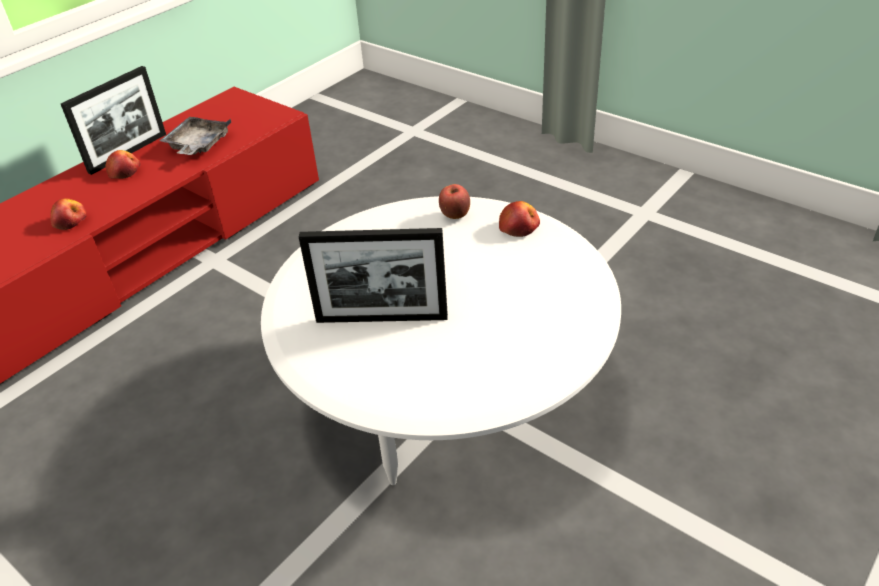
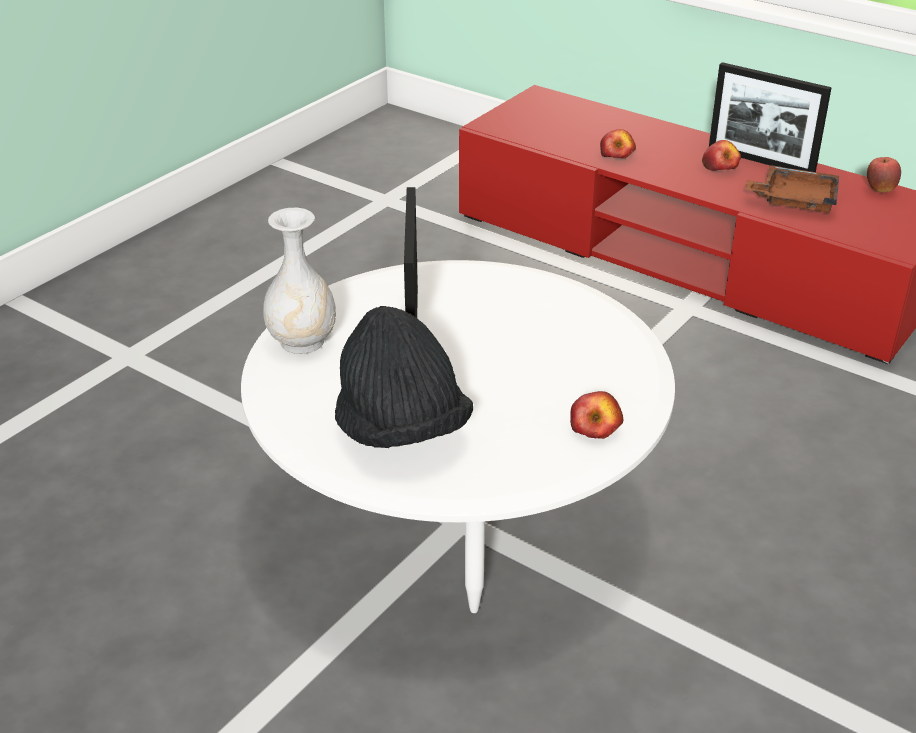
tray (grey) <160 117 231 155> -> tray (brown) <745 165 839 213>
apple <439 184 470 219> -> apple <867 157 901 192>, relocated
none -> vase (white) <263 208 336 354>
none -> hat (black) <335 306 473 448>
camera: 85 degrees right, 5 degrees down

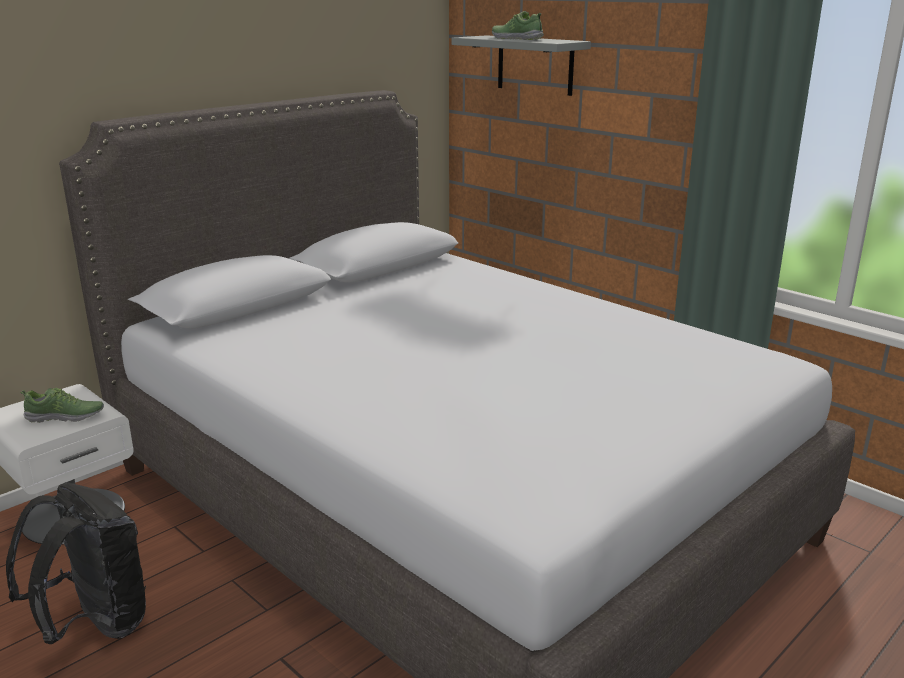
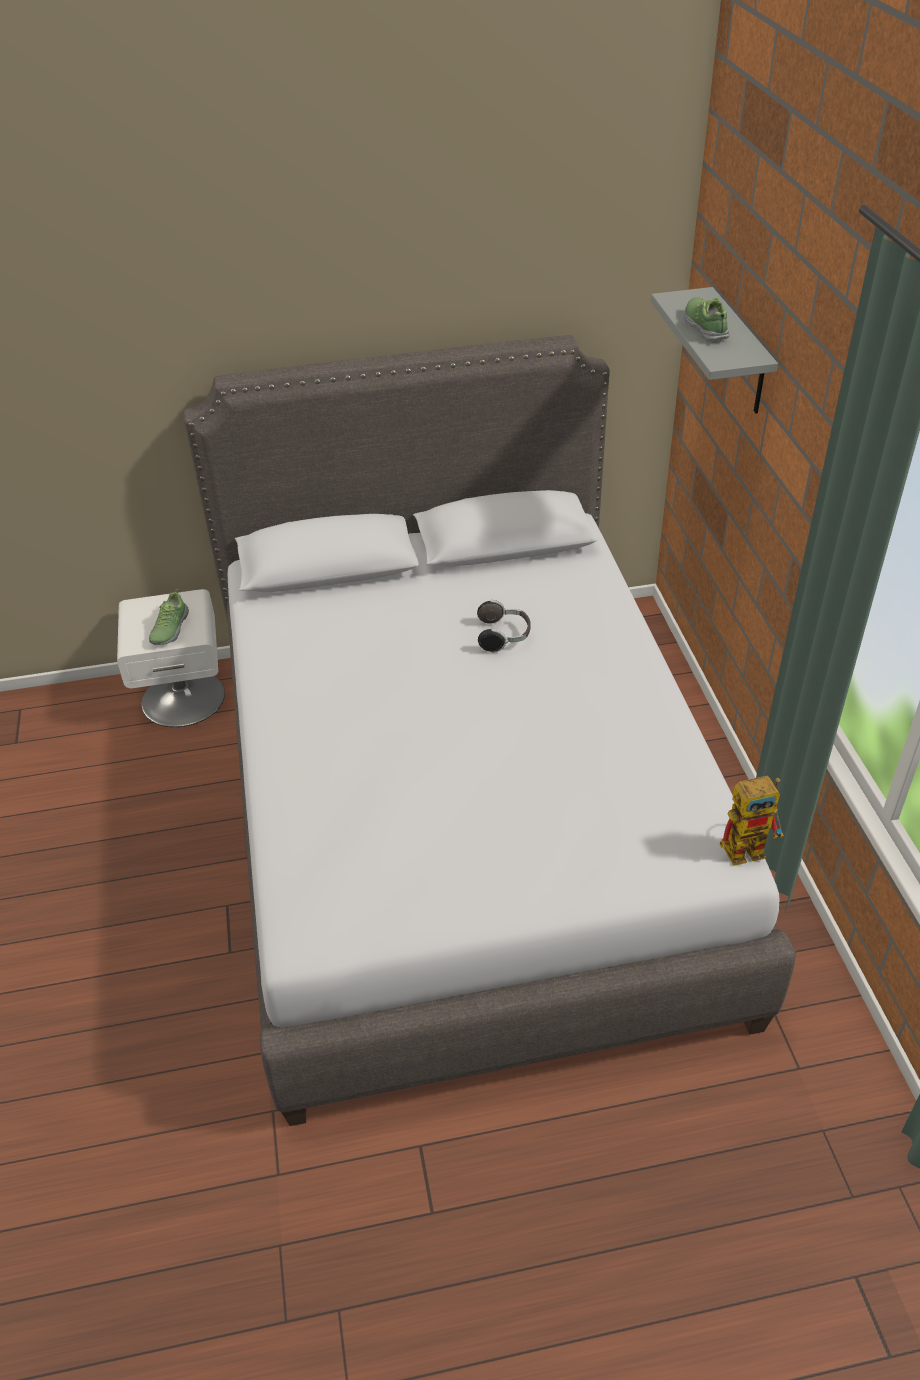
shoe <20 388 104 423> -> shoe <149 589 189 645>, 75 degrees clockwise
backpack (black) <6 483 146 644> -> none
none -> headphones <477 600 530 653>
none -> toy robot <720 776 784 866>
camera: 35 degrees right, 20 degrees up

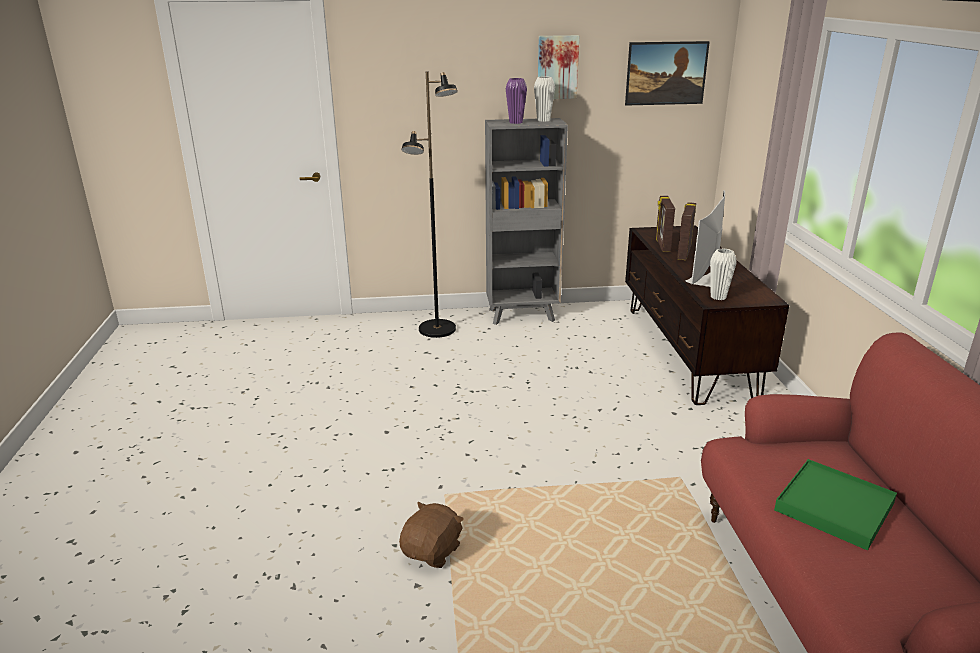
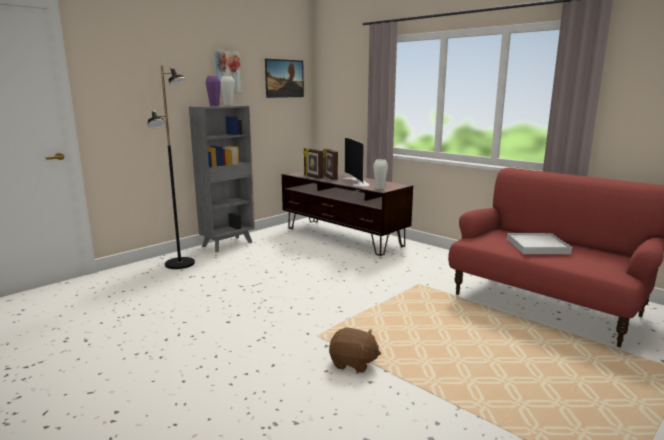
tray (green) <774 459 897 550> -> tray (white) <507 233 572 254>
plush toy (brown) <399 502 464 568> -> plush toy (brown) <329 327 381 373>, 120 degrees clockwise
camera: 40 degrees left, 10 degrees down

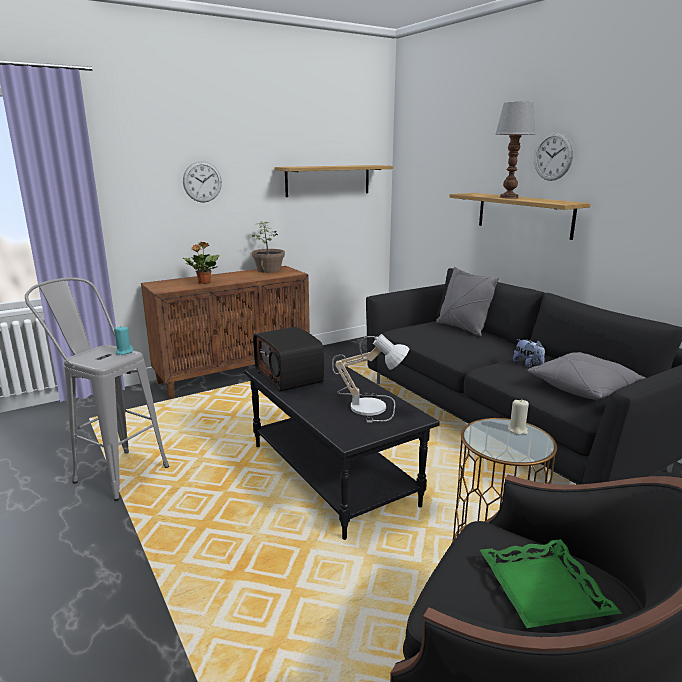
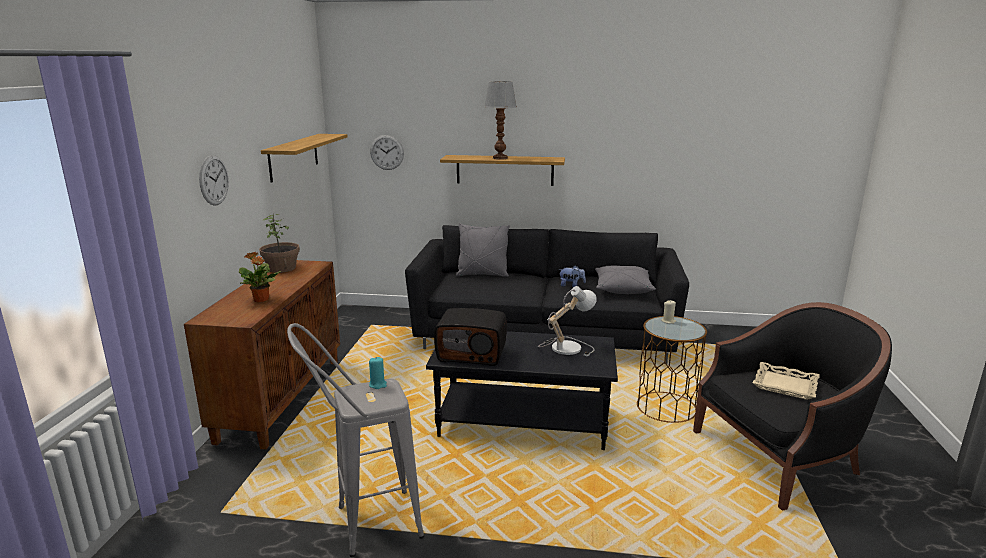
wall clock <534 132 573 181> -> wall clock <370 135 404 170>, relocated
tray (green) <480 539 621 628> -> tray (beige) <753 362 820 400>
camera: 50 degrees left, 0 degrees up

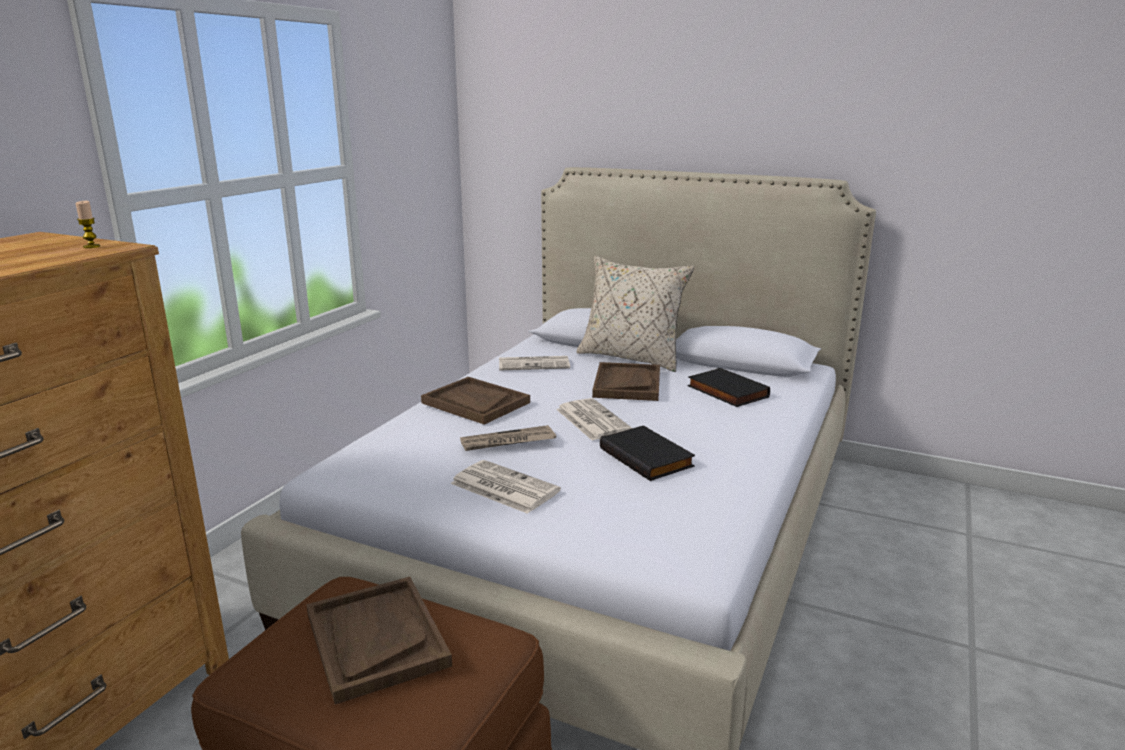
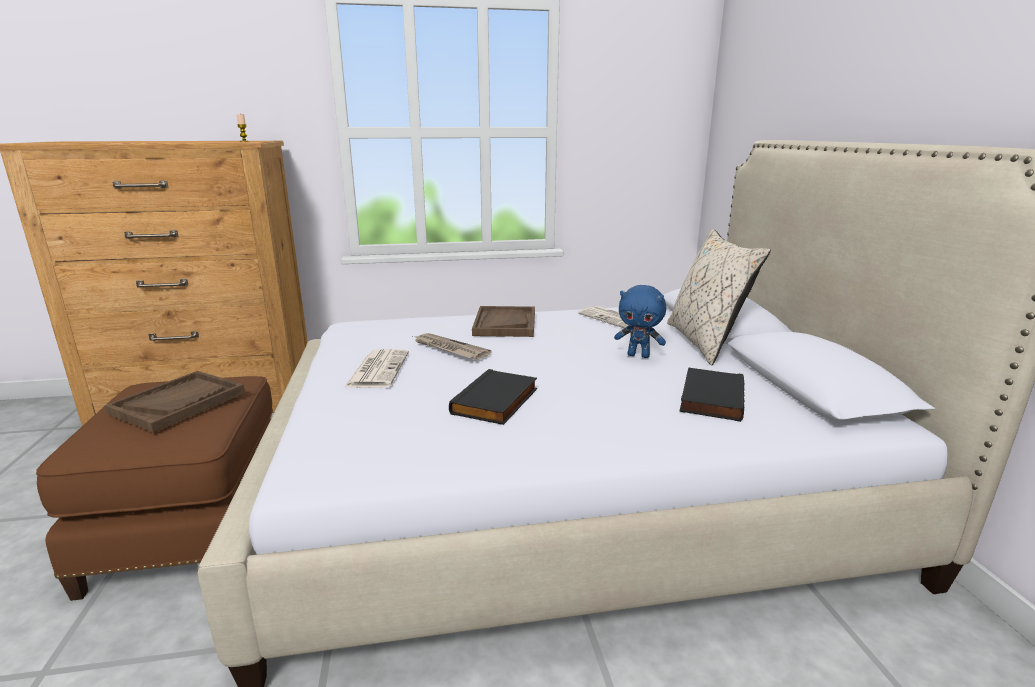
tray (brown) <592 362 660 401> -> plush toy (blue) <614 285 666 358>
newspaper <556 398 632 441> -> none
camera: 55 degrees right, 0 degrees up

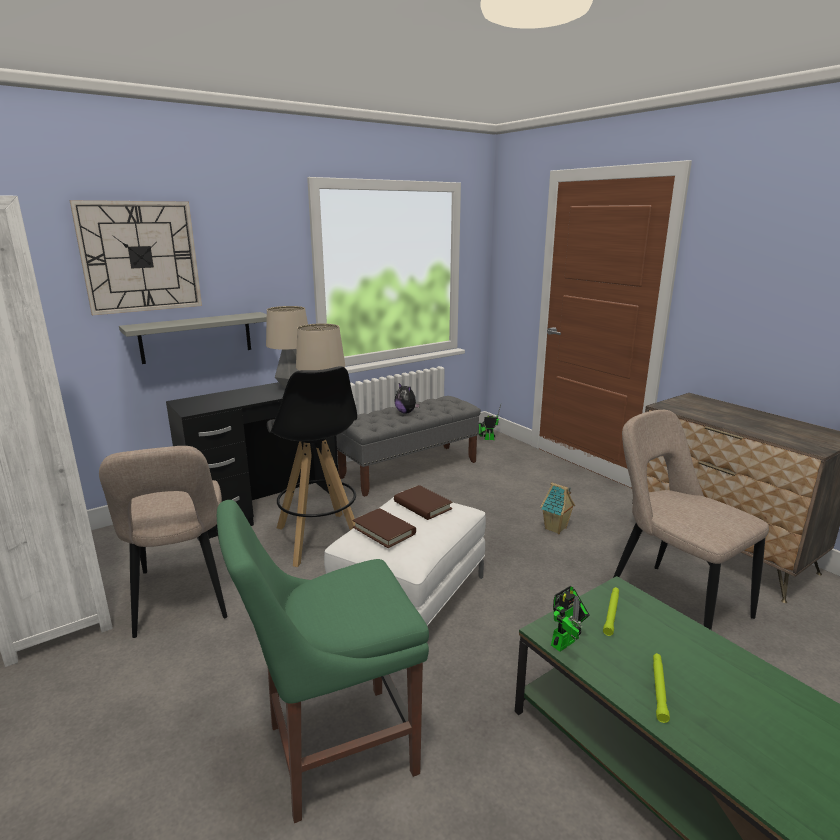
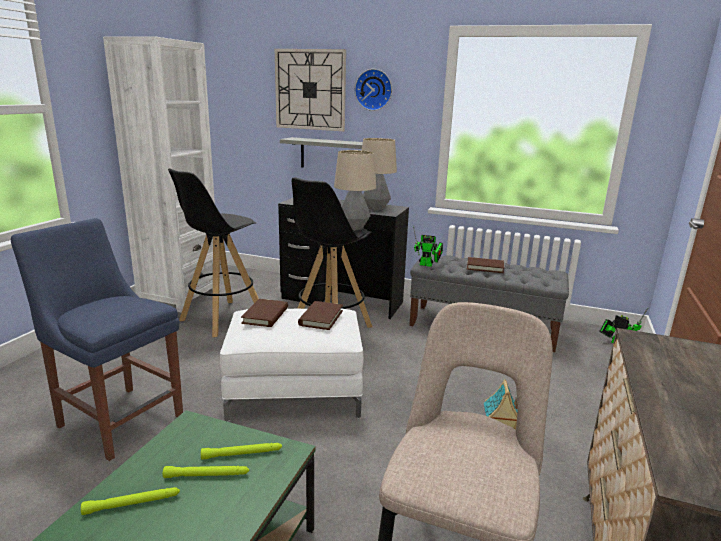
plush toy <394 383 420 414> -> book (brown) <467 257 504 273>
chair (beige) <99 446 228 638> -> stool (black) <168 168 259 337>
chair (green) <217 500 429 823> -> chair (blue) <11 218 183 461>
toy robot <551 586 590 652> -> toy robot <413 226 443 267>, relocated
none -> wall clock <355 69 392 111>
none -> flashlight (green) <163 466 249 478>
camera: 55 degrees right, 0 degrees up

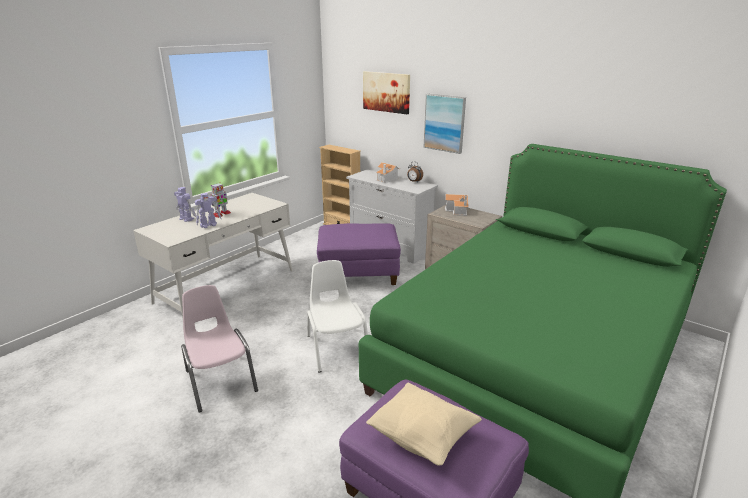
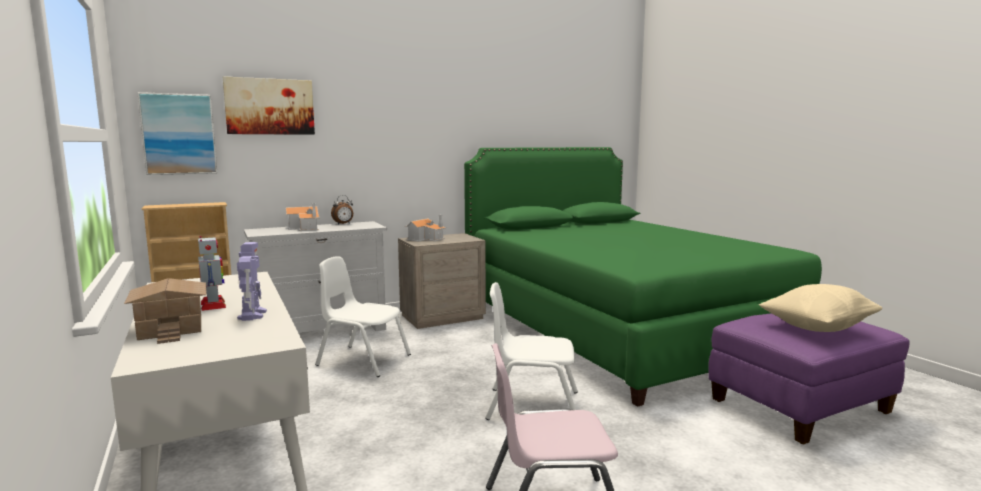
picture <423 94 466 154> -> picture <137 92 217 175>, relocated
toy robot <174 187 196 222> -> toy house <124 278 207 344>
ottoman (purple) <317 223 401 285> -> chair (white) <315 256 411 377>
camera: 65 degrees left, 15 degrees down

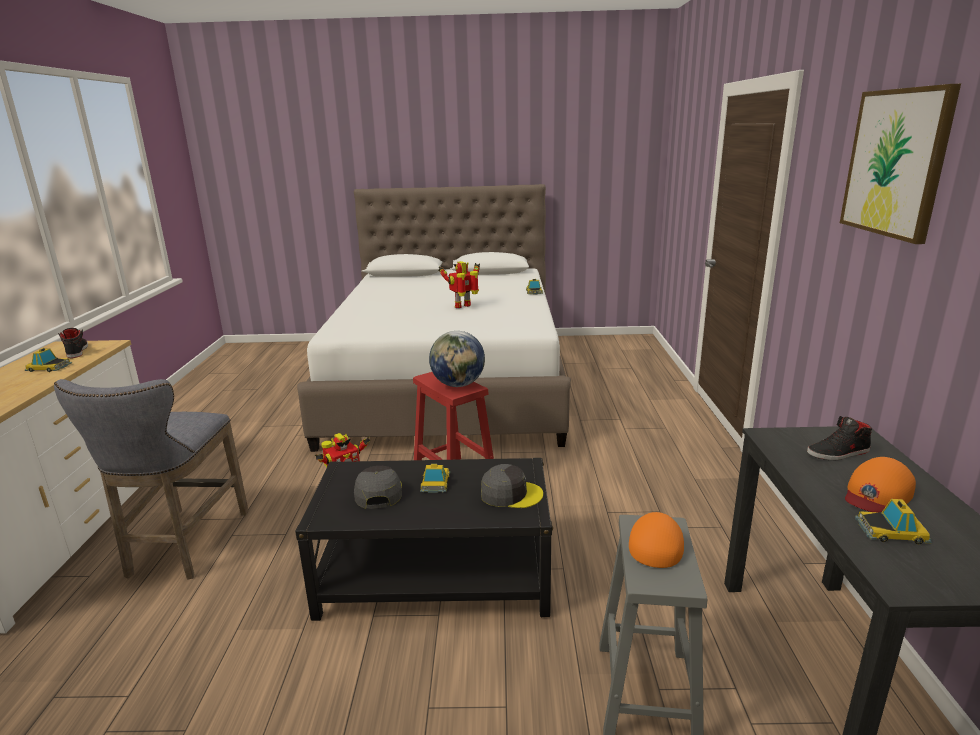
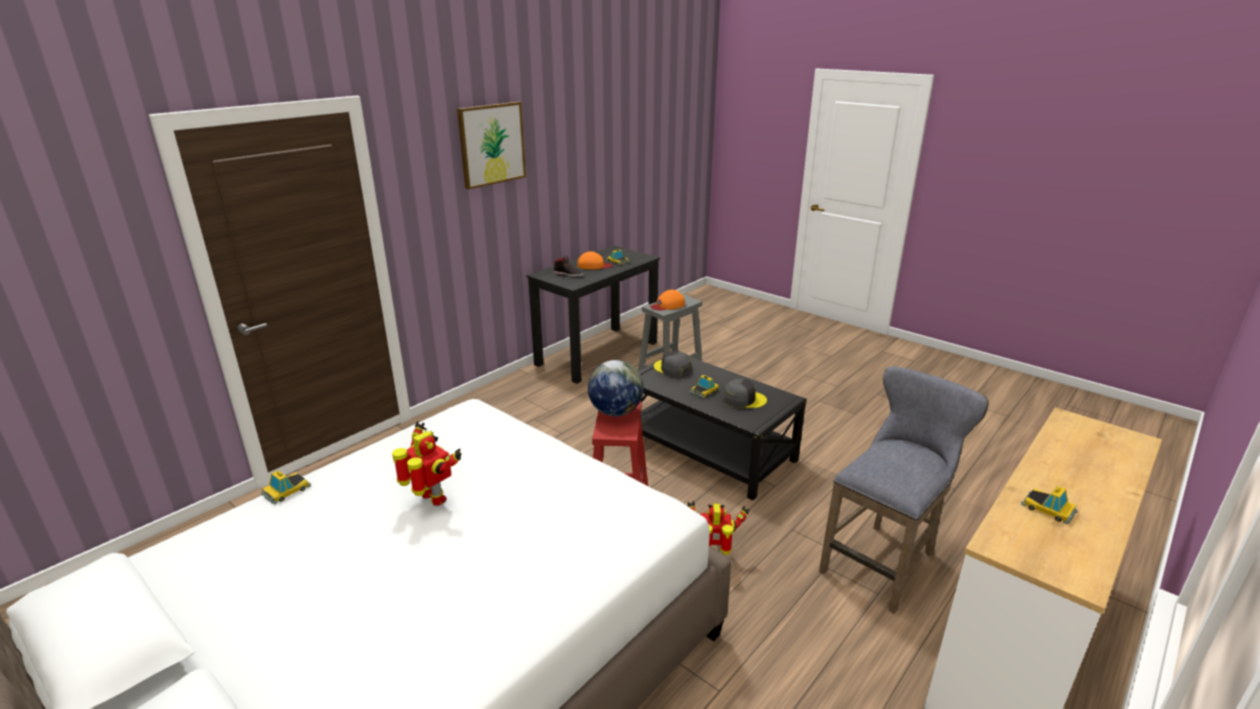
toy robot <438 261 480 308> -> toy robot <392 421 461 506>, 150 degrees counterclockwise
shoe (black) <58 328 88 358> -> none
cap (grey) <354 466 402 509> -> cap (grey) <723 379 767 408>, 120 degrees counterclockwise
camera: 140 degrees left, 5 degrees up

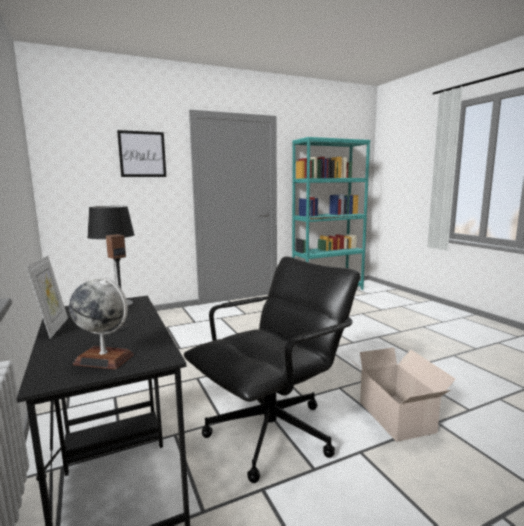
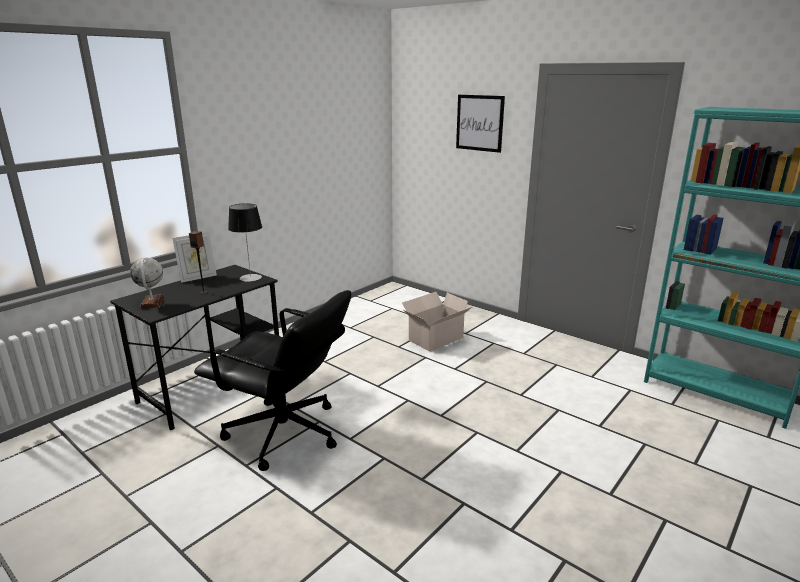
cardboard box <349 348 456 442> -> cardboard box <402 292 472 352>, relocated
camera: 65 degrees right, 10 degrees up

